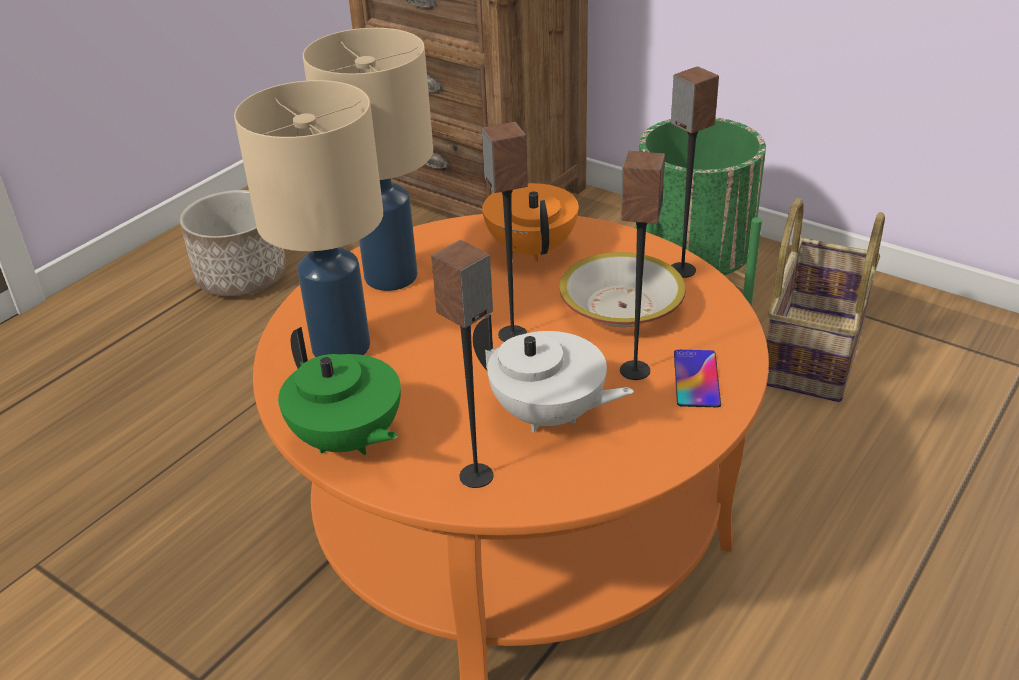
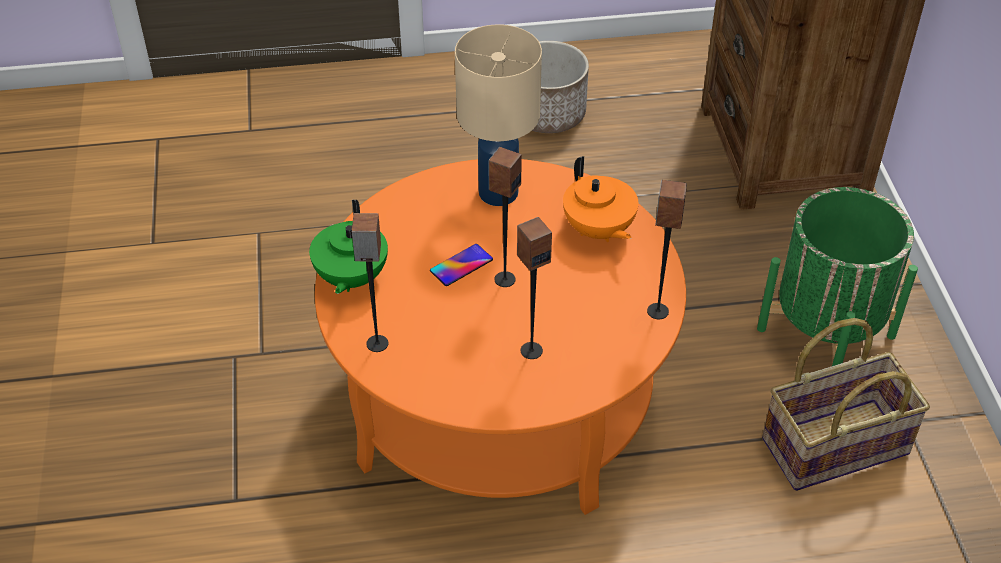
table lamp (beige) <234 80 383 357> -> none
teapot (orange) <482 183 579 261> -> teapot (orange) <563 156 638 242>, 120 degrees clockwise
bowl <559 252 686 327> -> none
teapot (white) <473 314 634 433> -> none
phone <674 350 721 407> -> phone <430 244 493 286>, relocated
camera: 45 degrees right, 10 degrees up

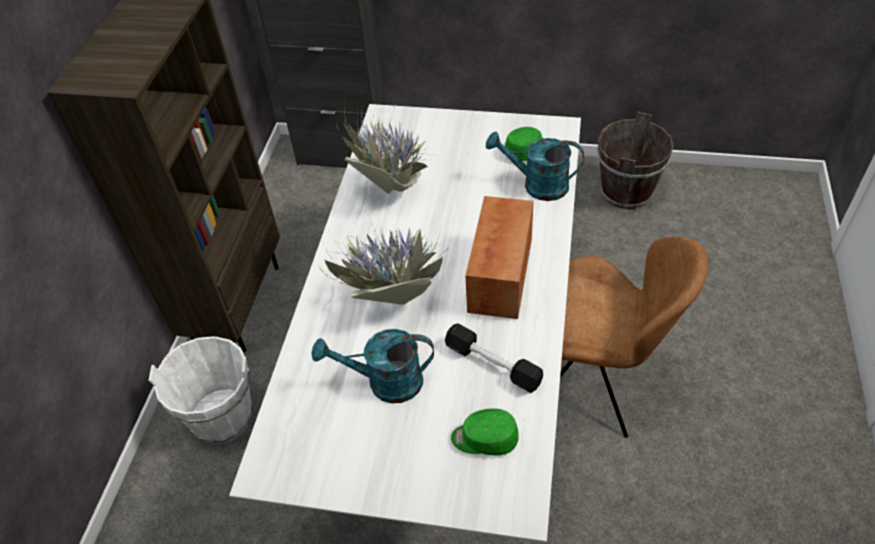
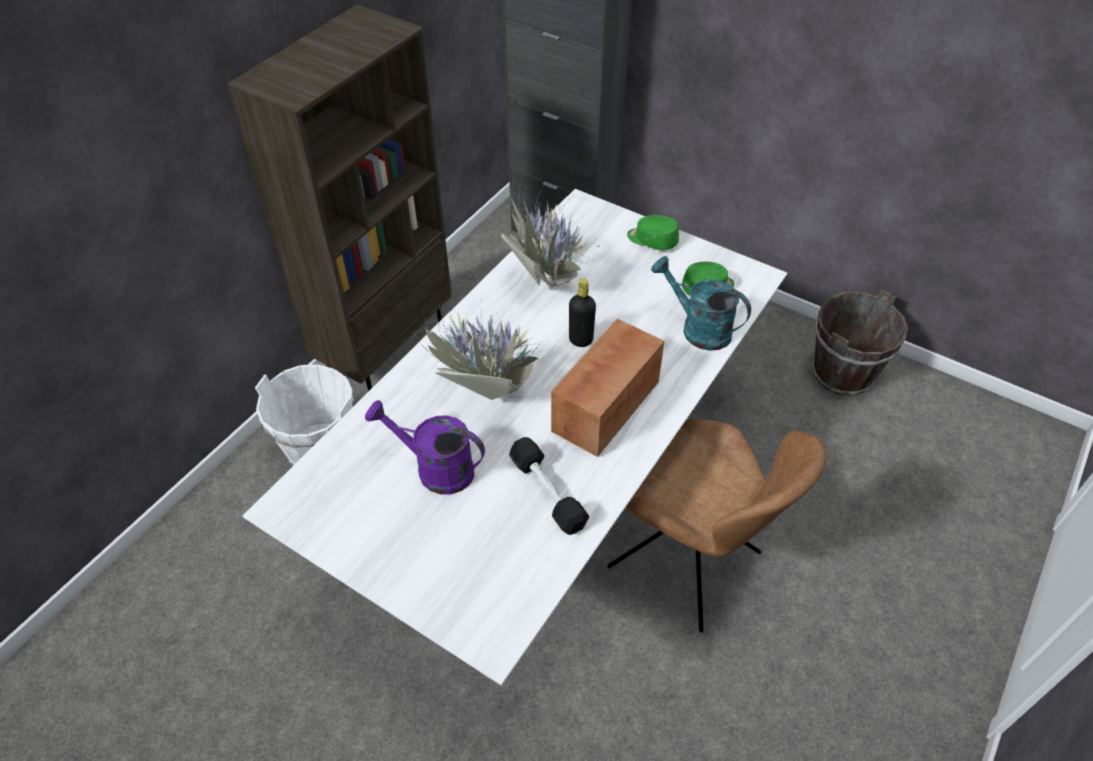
watering can (turquoise) <311 329 434 403> -> watering can (purple) <365 400 485 494>
cap (green) <451 409 519 456> -> cap (green) <627 215 679 250>, relocated
none -> bottle (black) <569 278 596 347>
camera: 20 degrees right, 0 degrees up

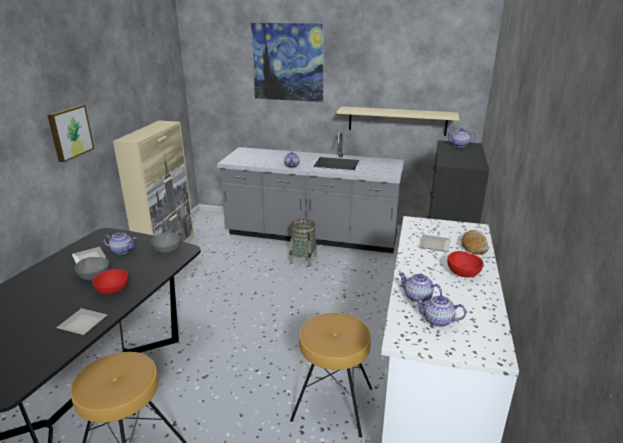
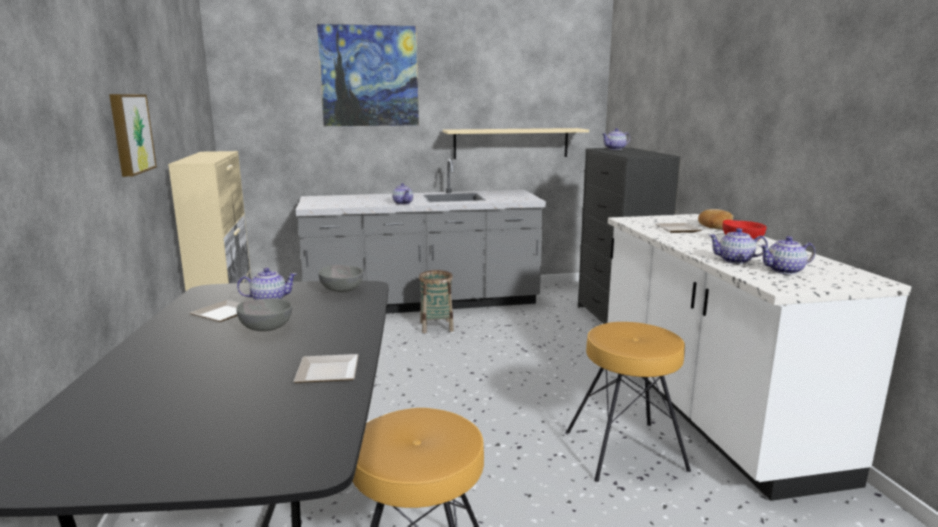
bowl (red) <93 269 128 295> -> none
camera: 25 degrees left, 10 degrees down

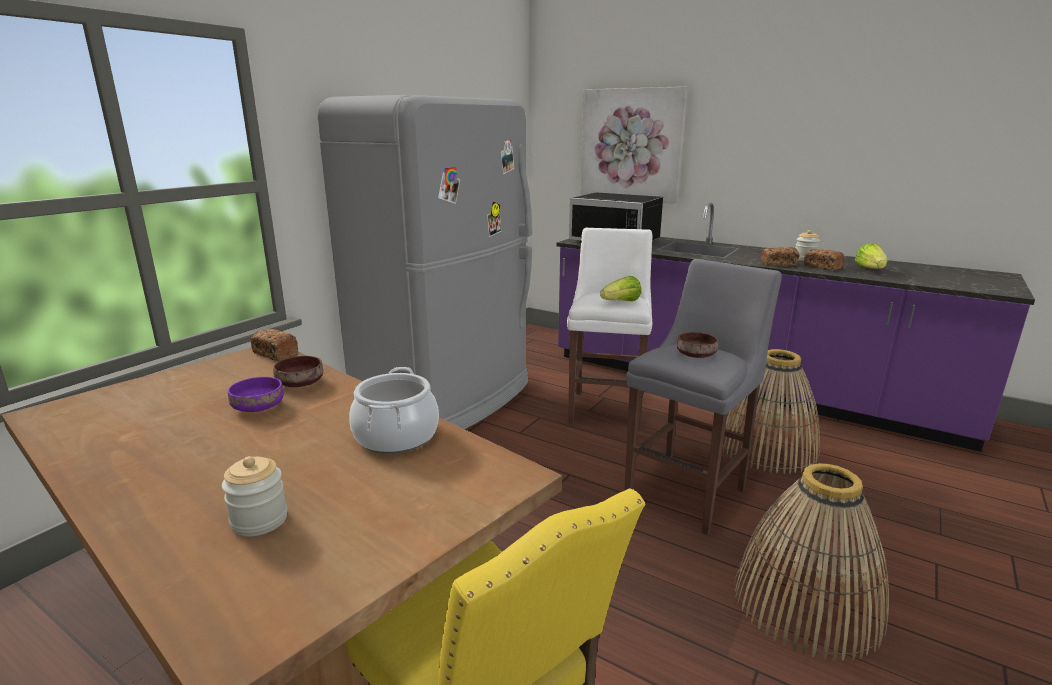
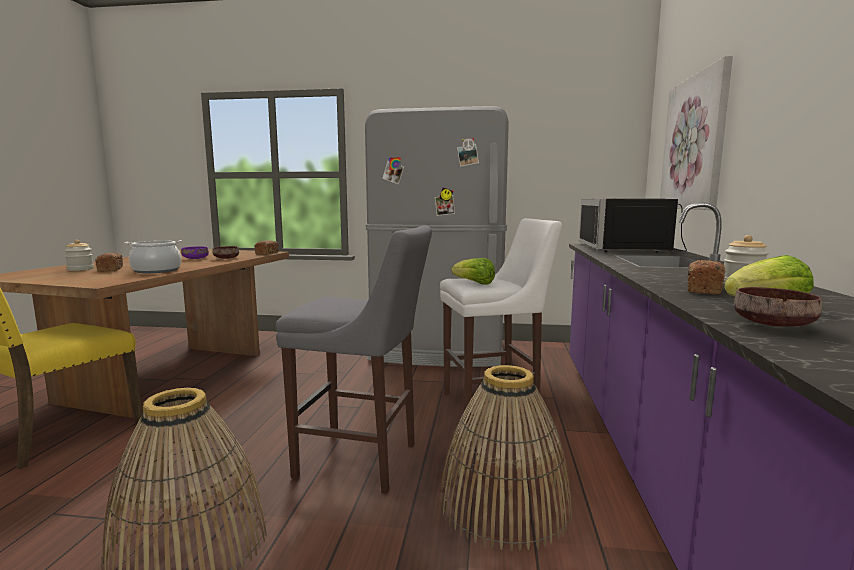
bread <761 247 800 266> -> bread <96 253 123 272>, relocated
bowl (brown) <677 332 718 358> -> bowl (brown) <734 287 822 327>, relocated
camera: 65 degrees right, 10 degrees down

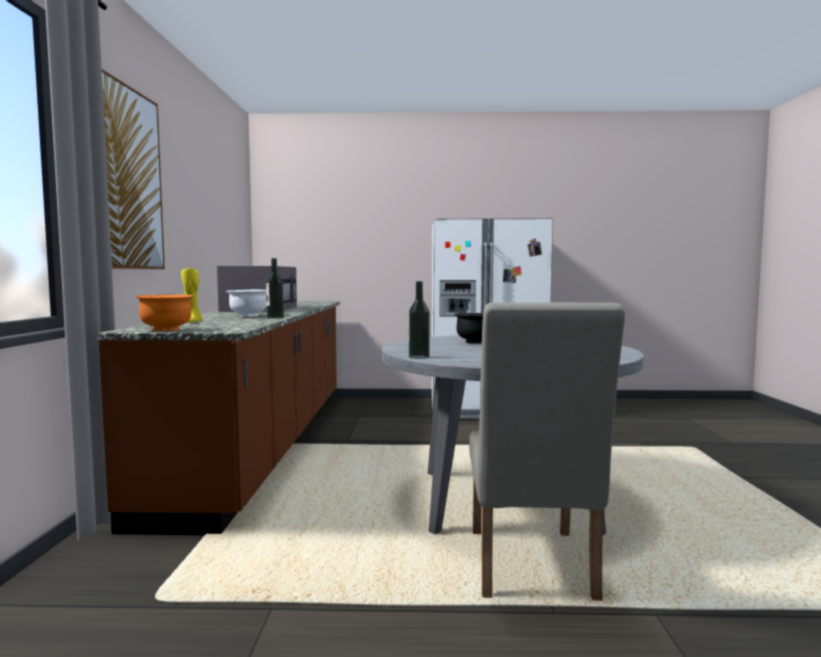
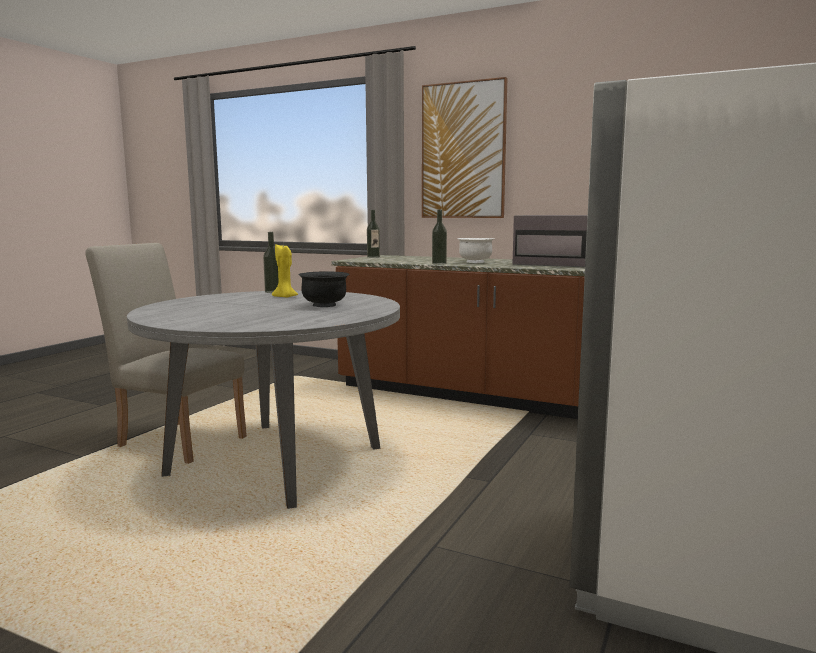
candle (yellow) <181 268 203 323> -> candle (yellow) <272 244 298 298>, relocated
bowl (orange) <135 295 194 331> -> bottle <367 210 380 258>
camera: 115 degrees right, 5 degrees up

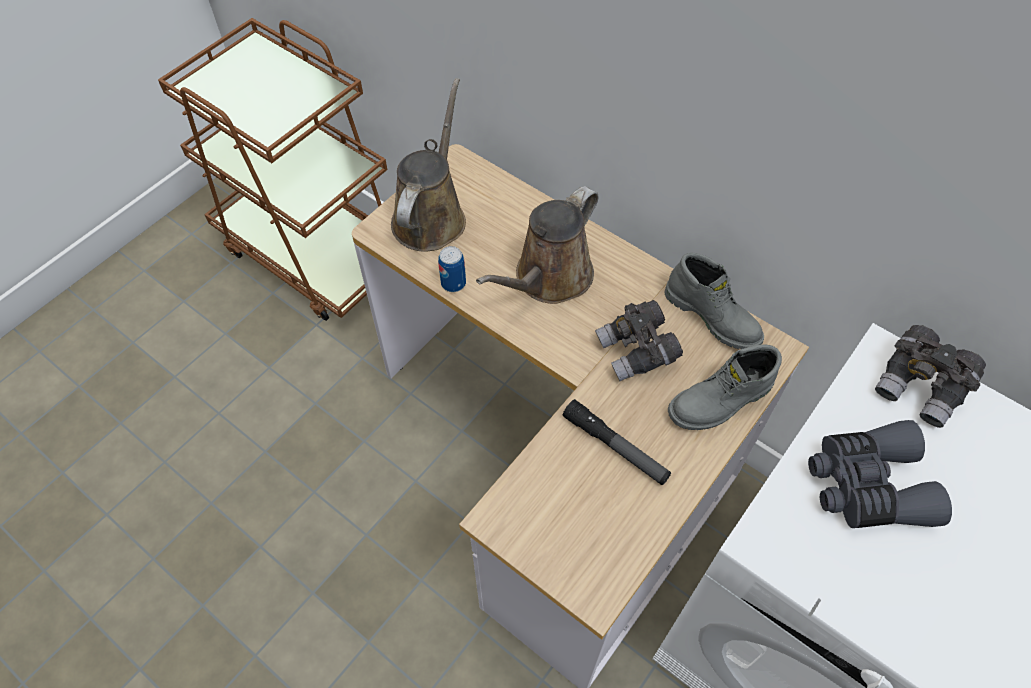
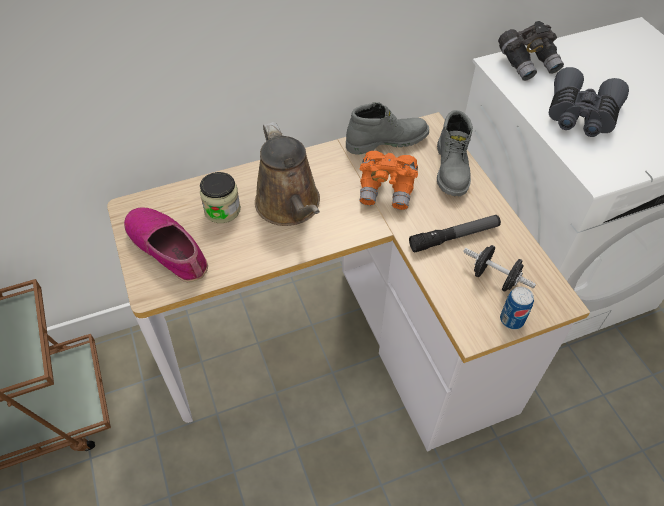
watering can (brown) <391 78 466 252> -> shoe <124 207 208 282>
can <438 246 466 292> -> can <500 287 534 330>, relocated
binoculars (grey) <595 300 683 381> -> binoculars (orange) <359 151 418 210>
none -> jar <200 172 241 223>
none -> dumbbell (black) <463 245 536 292>
camera: 60 degrees left, 5 degrees down

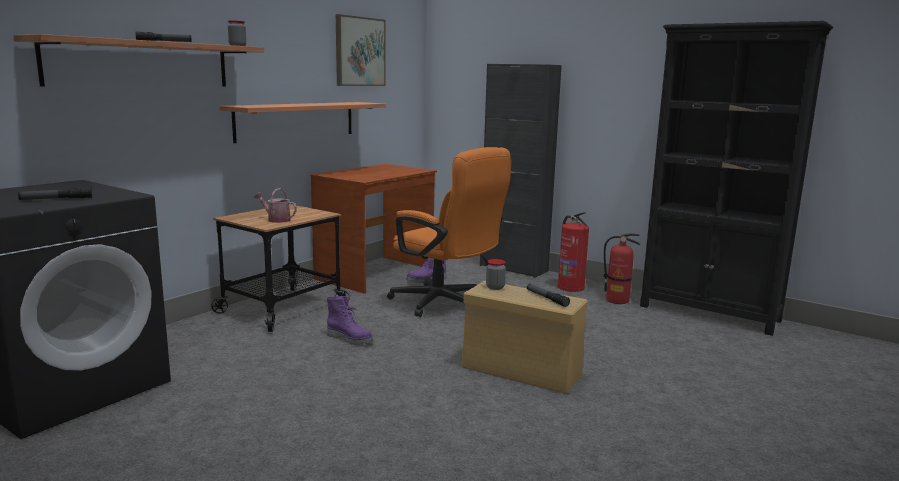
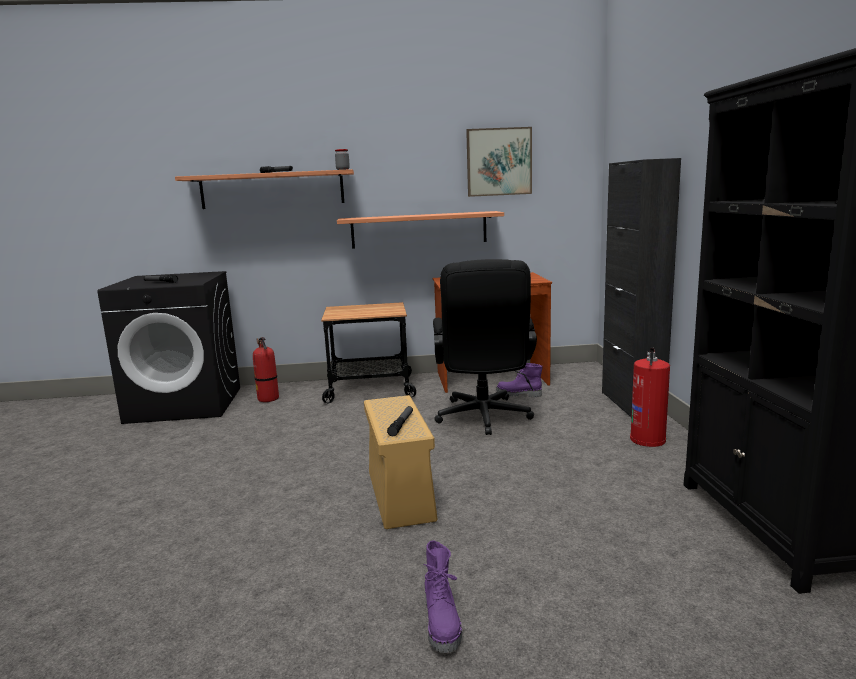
office chair (orange) <387 147 512 317> -> office chair (black) <433 259 537 435>
watering can <254 188 297 223> -> none
fire extinguisher <604 233 640 304> -> fire extinguisher <253 337 279 402>, relocated
jar <486 259 506 290> -> none
boot (purple) <327 296 373 345> -> boot (purple) <424 541 462 653>, relocated
camera: 50 degrees right, 0 degrees up

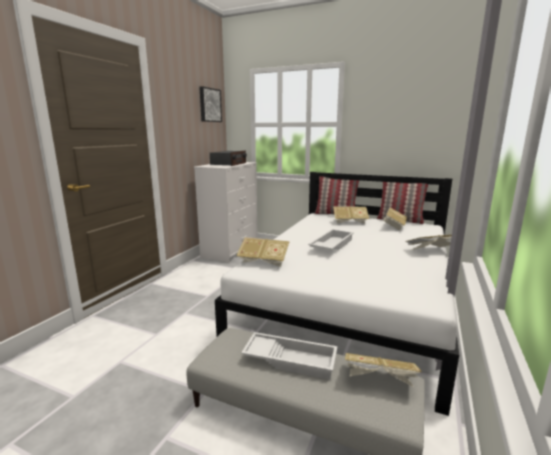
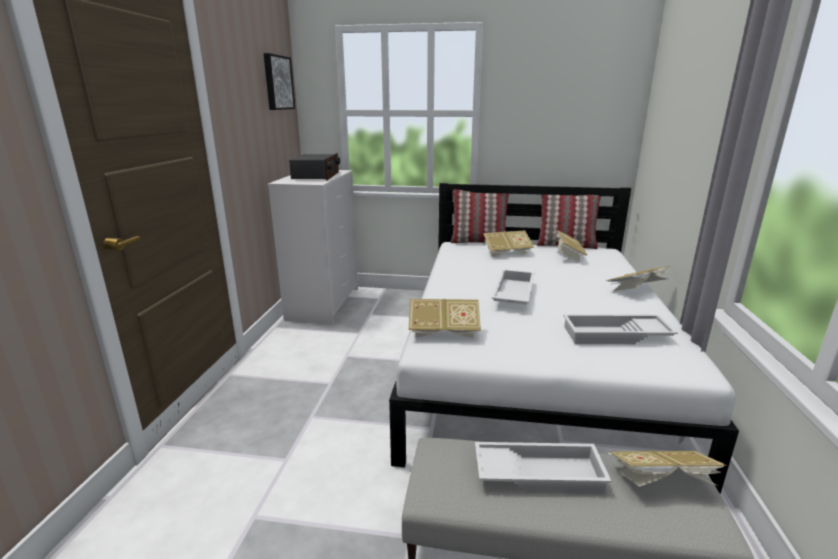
none -> tray (white) <563 314 678 344>
camera: 15 degrees left, 5 degrees up

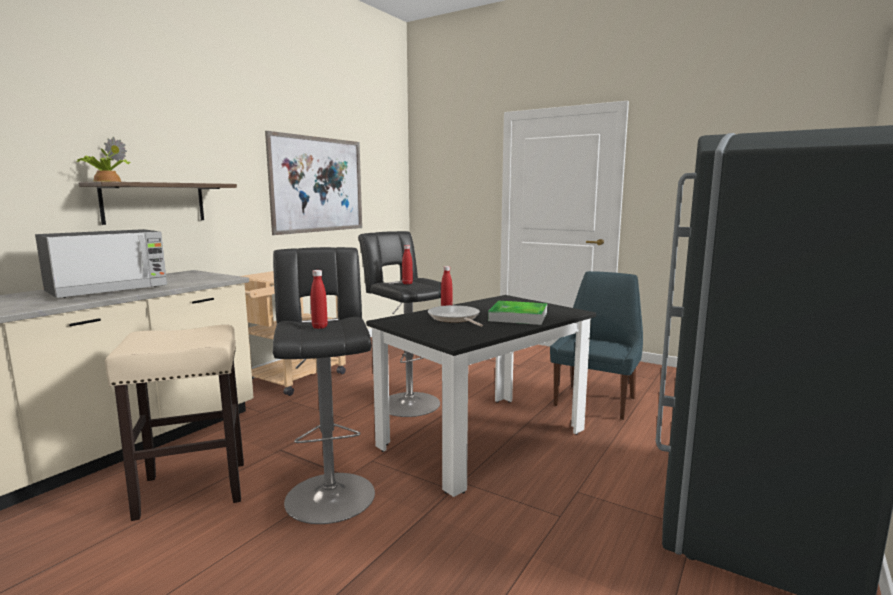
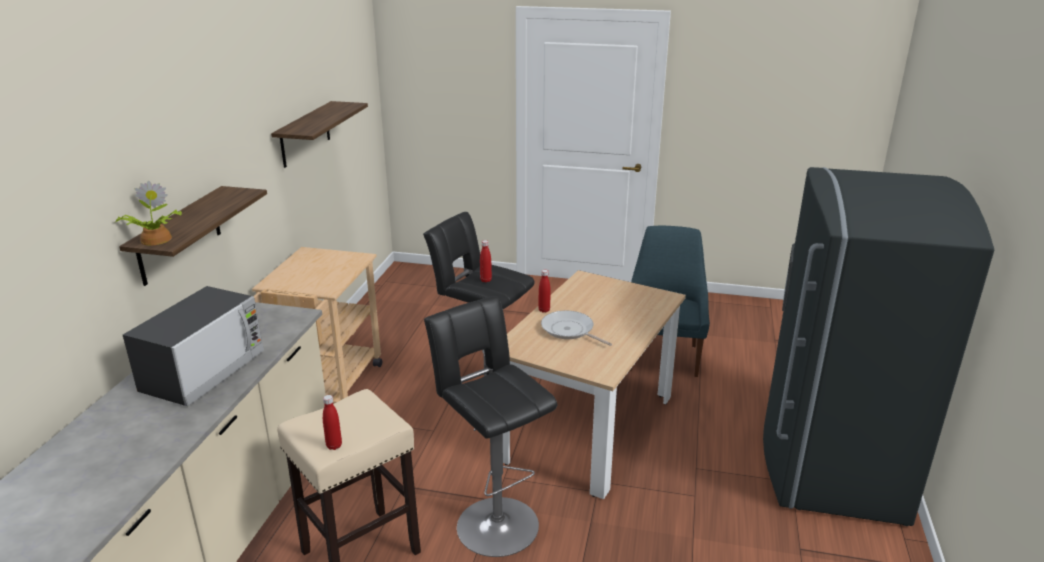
picture <265 131 362 235> -> shelf <271 101 368 168>
bottle (red) <311 270 328 329> -> bottle (red) <323 395 342 450>, relocated
dining table (black) <366 295 596 497> -> dining table (beige) <503 270 686 499>
tray <488 301 547 325> -> none
camera: 20 degrees left, 15 degrees up

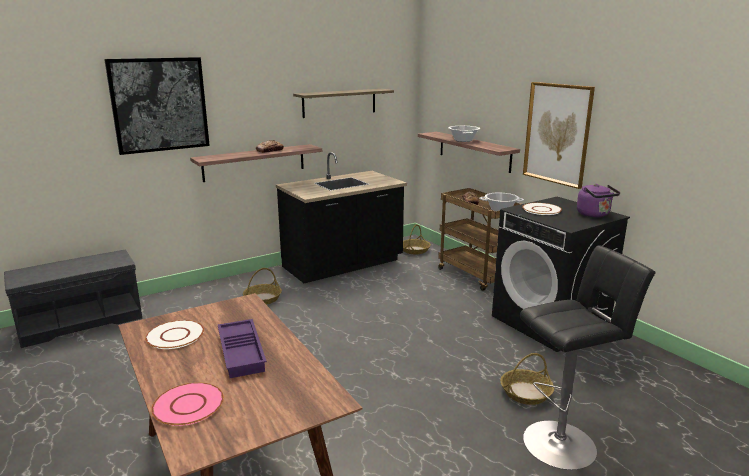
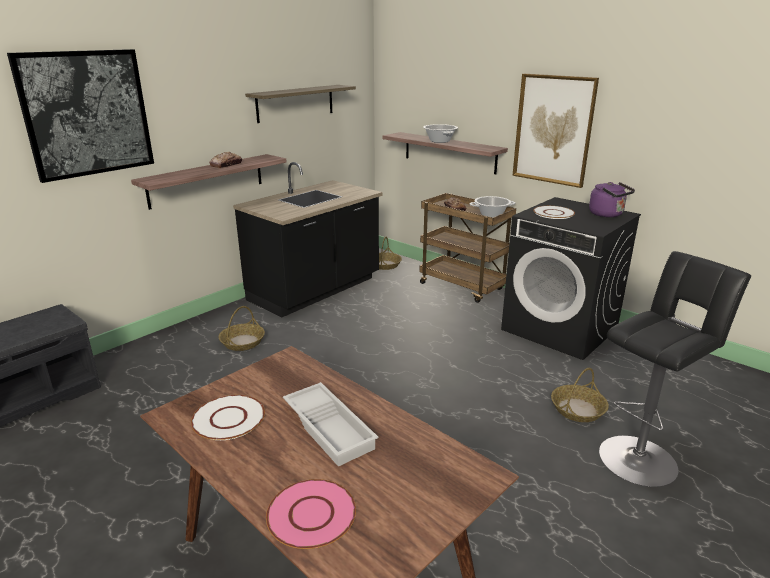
tray (purple) <218 319 267 378> -> tray (white) <283 382 379 466>
camera: 15 degrees left, 5 degrees up

